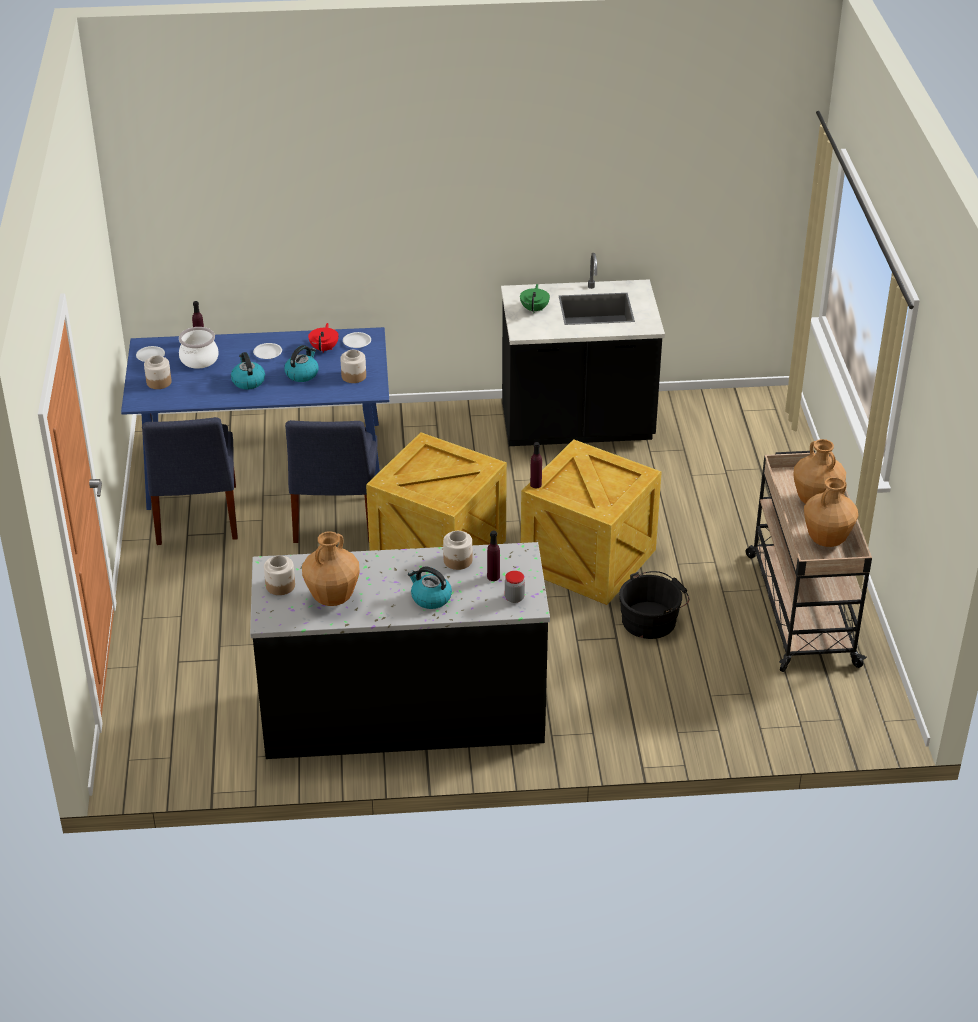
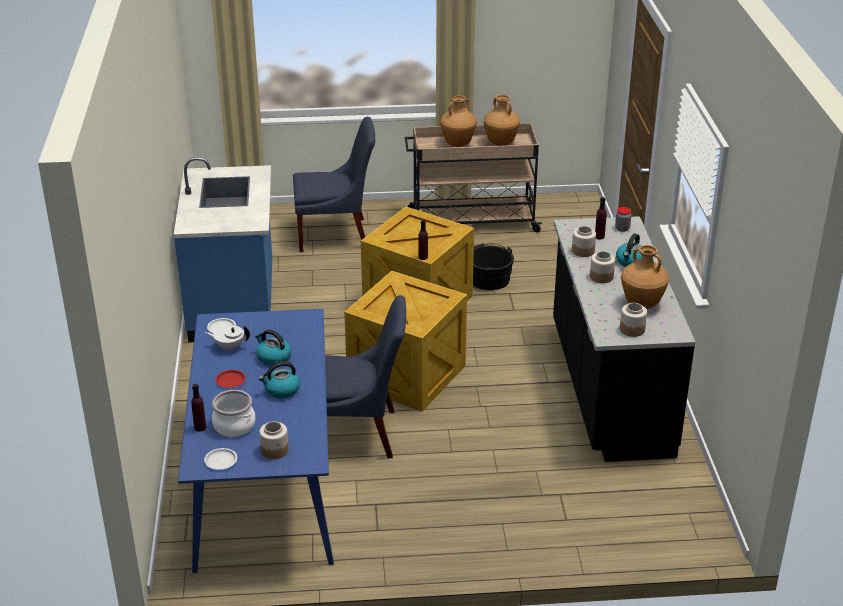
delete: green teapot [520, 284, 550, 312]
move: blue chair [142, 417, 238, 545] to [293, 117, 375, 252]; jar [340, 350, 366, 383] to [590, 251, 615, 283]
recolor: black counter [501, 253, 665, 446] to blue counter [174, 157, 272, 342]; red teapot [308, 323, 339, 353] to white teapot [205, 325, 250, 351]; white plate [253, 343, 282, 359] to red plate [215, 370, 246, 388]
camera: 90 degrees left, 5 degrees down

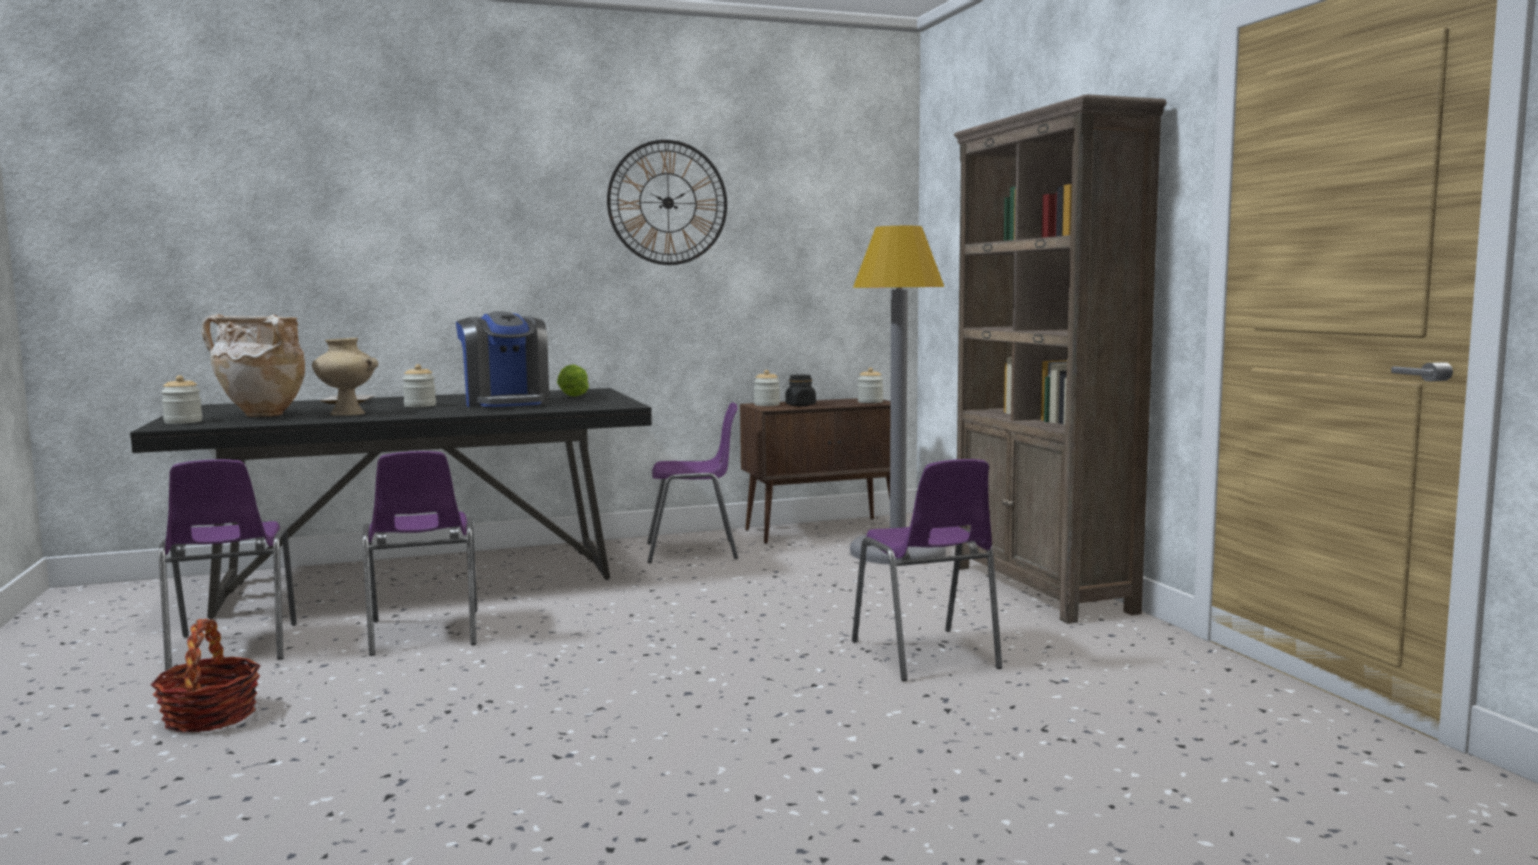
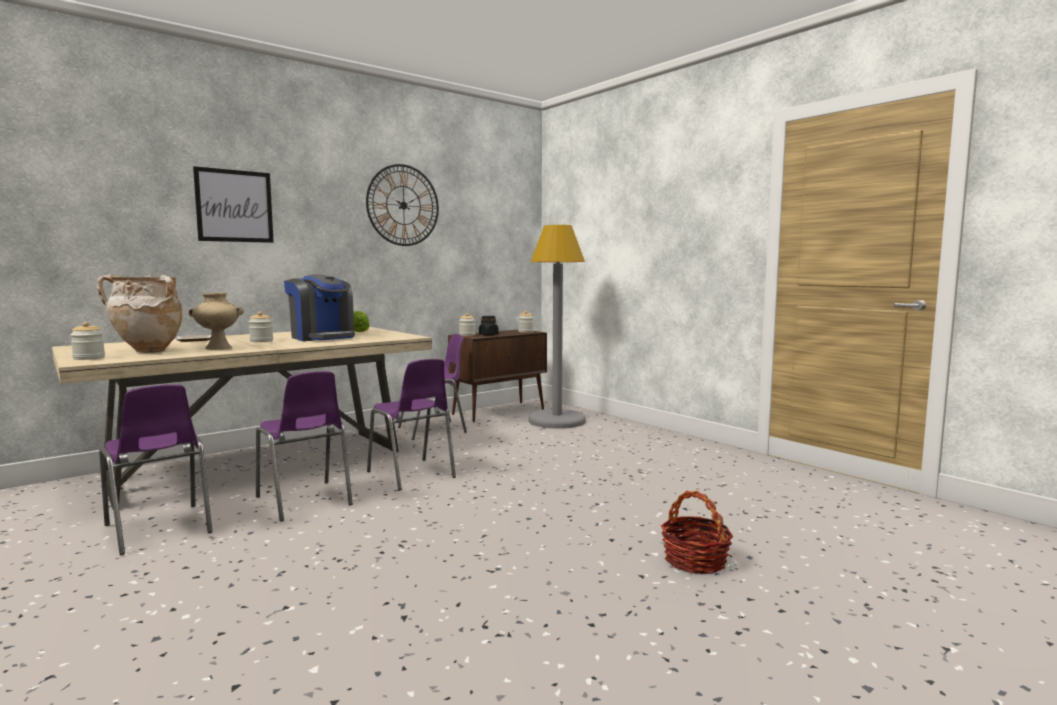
delete: brown bookcase [954, 94, 1167, 624]
insert: picture [193, 166, 274, 243]
move: purple chair [852, 459, 1002, 681] to [367, 359, 456, 491]; basket [150, 619, 261, 733] to [661, 491, 733, 574]
recolor: black dining table [130, 388, 652, 619] to beige dining table [52, 327, 432, 509]
camera: 20 degrees left, 0 degrees up

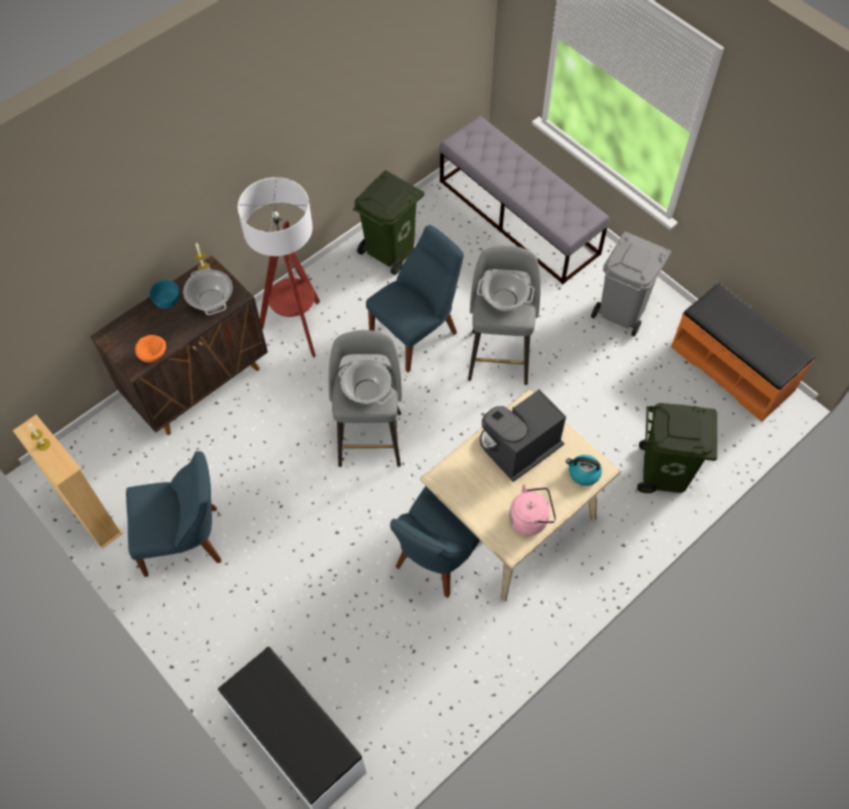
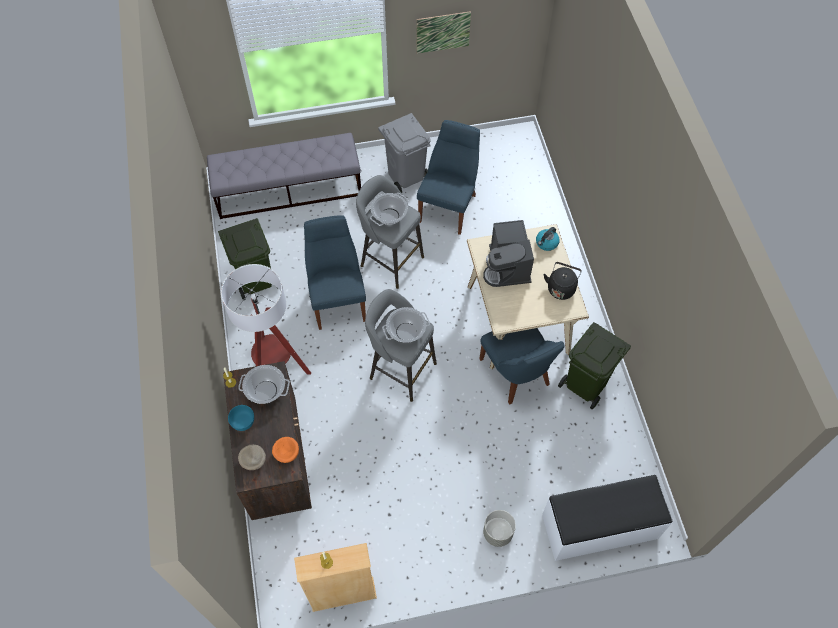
delete: orange bench [671, 282, 815, 422]
insert: beige bowl [238, 445, 266, 470]; picture [417, 11, 471, 54]; grey planter [483, 510, 516, 547]
move: blue chair [126, 451, 221, 577] to [417, 120, 480, 235]; green trash can [637, 403, 717, 493] to [558, 322, 631, 410]
recolor: pink kettle [509, 484, 556, 536] to black kettle [544, 262, 582, 300]
camera: 60 degrees left, 0 degrees up

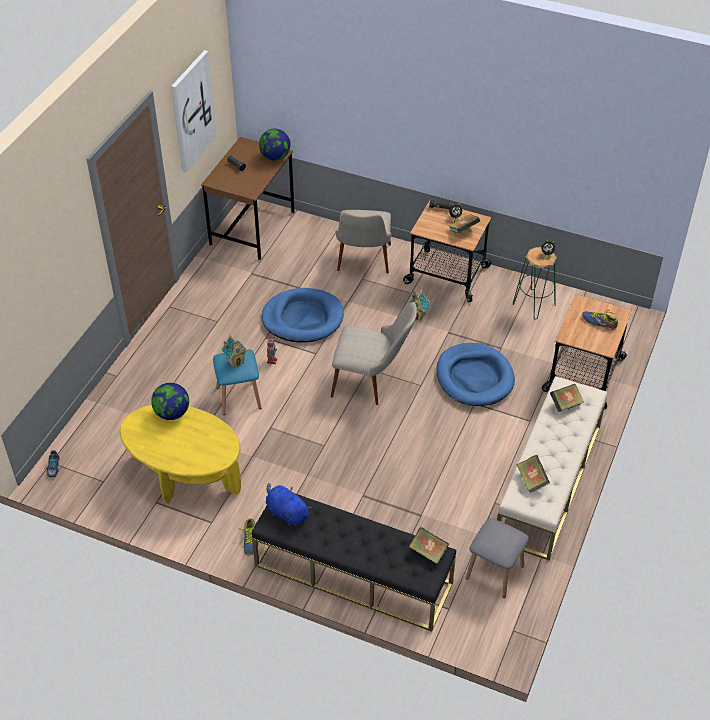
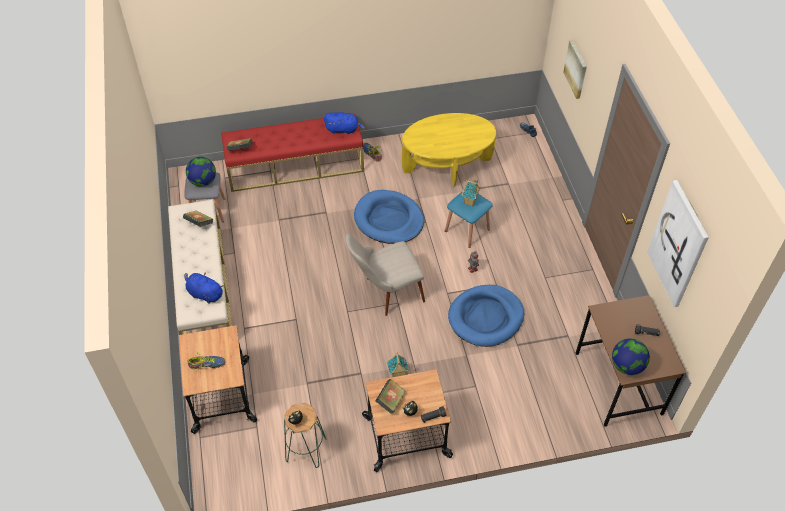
delete: beige chair [336, 210, 391, 274]
insert: picture [563, 40, 587, 99]
move: globe [151, 383, 189, 420] to [186, 157, 216, 186]; blue dog bed [436, 343, 515, 406] to [354, 190, 424, 244]
replace: book [550, 384, 584, 412] to blue plush toy [185, 272, 224, 304]
recolor: black bench [252, 493, 456, 632] to red bench [221, 113, 364, 192]
camera: 145 degrees right, 5 degrees up

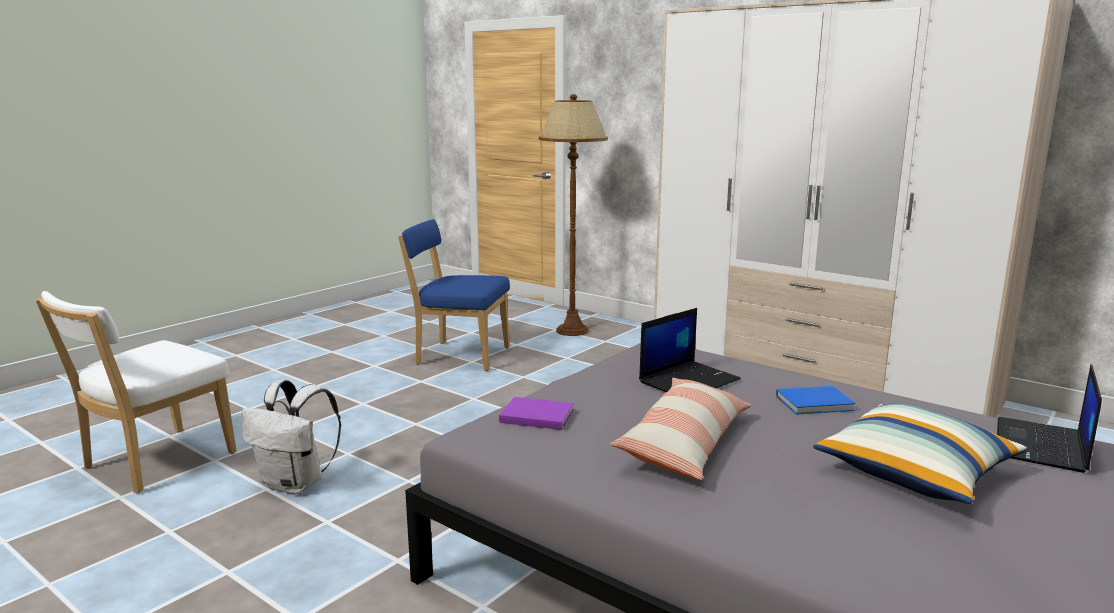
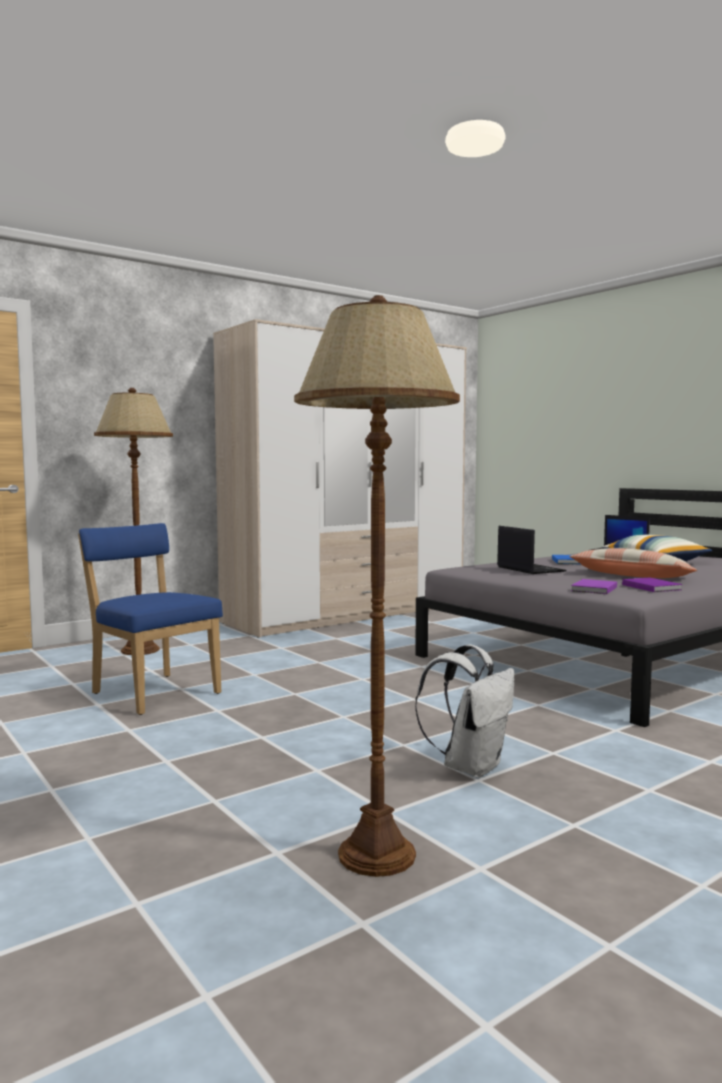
insert: purple book [622, 578, 682, 592]
replace: white chair [35, 291, 237, 493] to brown floor lamp [294, 295, 460, 877]
rotate: blue chair [398, 219, 510, 371] = [78, 523, 223, 715] 105 degrees clockwise
camera: 75 degrees left, 10 degrees down

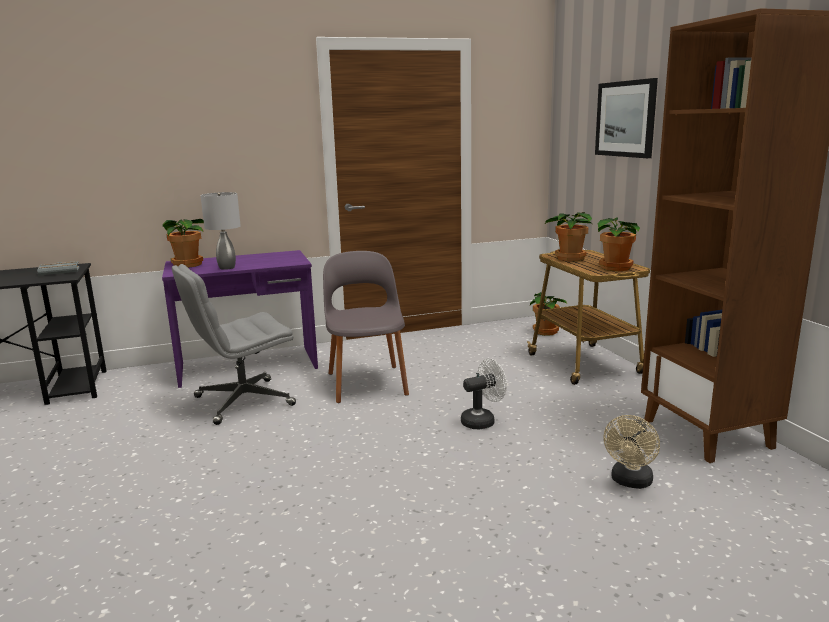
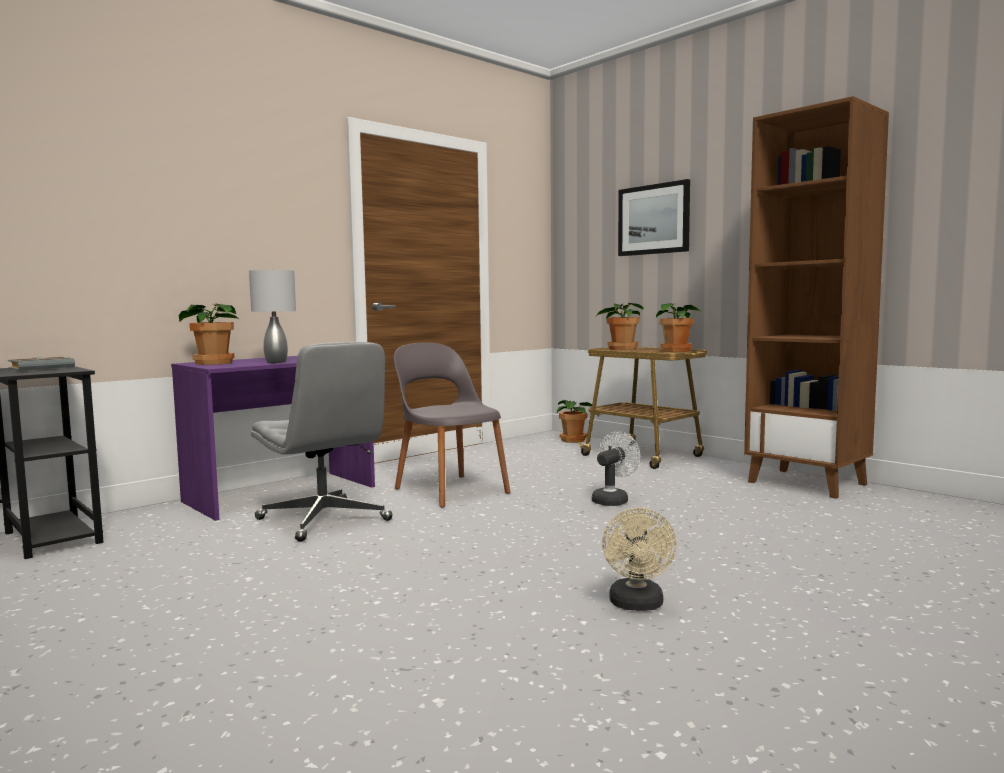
move: beige fan [603, 415, 660, 489] to [602, 508, 677, 611]
rotate: grey office chair [172, 264, 296, 425] = [251, 342, 393, 542] 75 degrees counterclockwise
camera: 25 degrees left, 10 degrees down

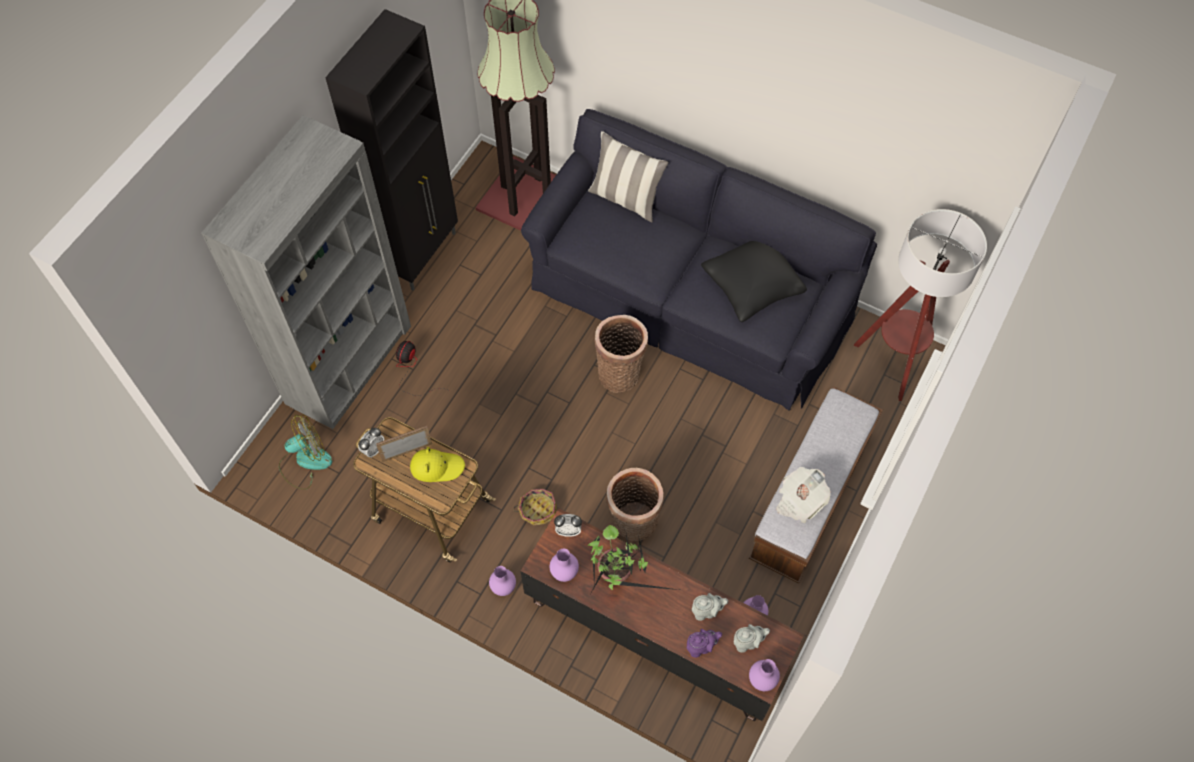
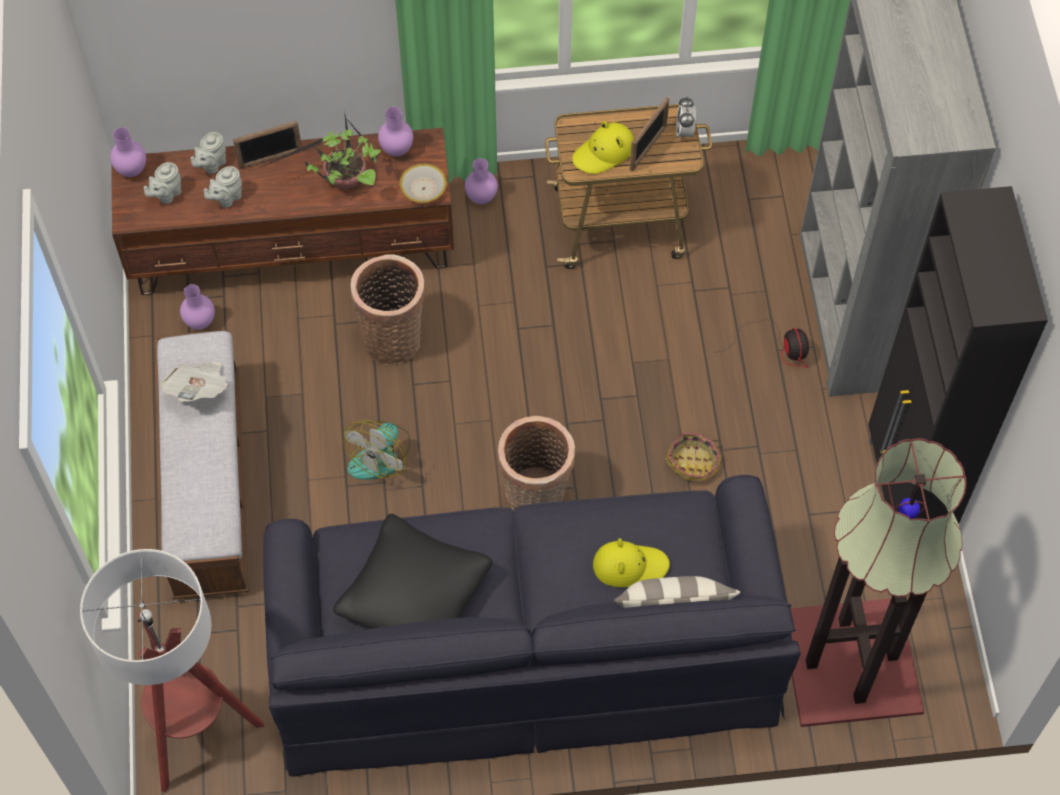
insert: picture frame [233, 121, 302, 169]; yellow hat [593, 538, 670, 587]
move: fan [279, 415, 332, 490] to [344, 420, 411, 480]; basket [513, 489, 557, 525] to [665, 433, 722, 482]
replace: alarm clock [554, 514, 582, 537] to bowl [399, 164, 447, 203]
recolor: purple teapot [687, 629, 722, 658] to grey teapot [190, 132, 226, 174]
camera: 145 degrees right, 0 degrees up

